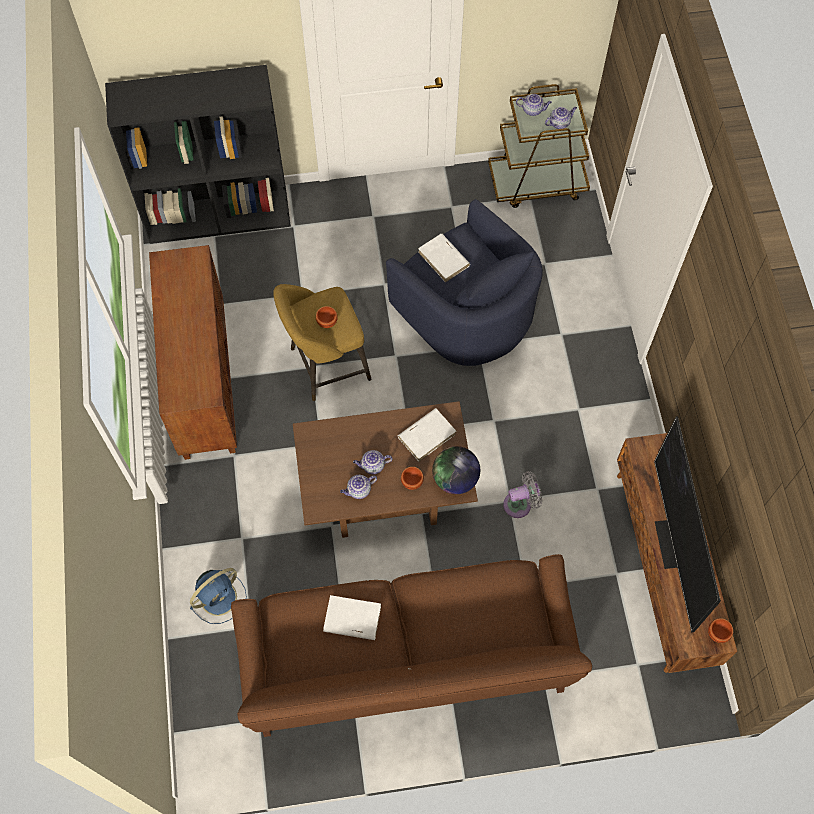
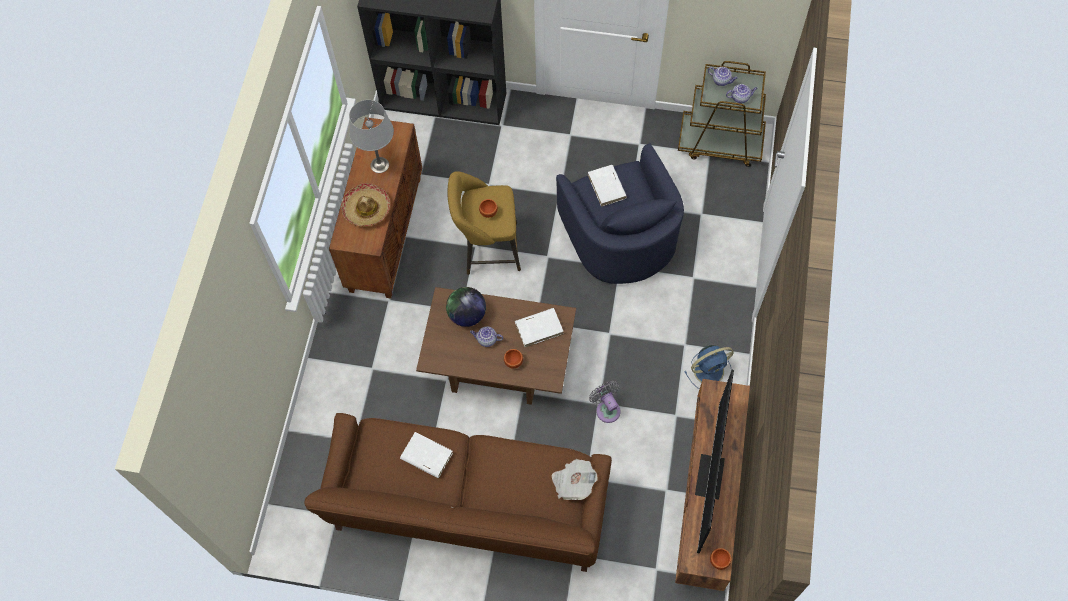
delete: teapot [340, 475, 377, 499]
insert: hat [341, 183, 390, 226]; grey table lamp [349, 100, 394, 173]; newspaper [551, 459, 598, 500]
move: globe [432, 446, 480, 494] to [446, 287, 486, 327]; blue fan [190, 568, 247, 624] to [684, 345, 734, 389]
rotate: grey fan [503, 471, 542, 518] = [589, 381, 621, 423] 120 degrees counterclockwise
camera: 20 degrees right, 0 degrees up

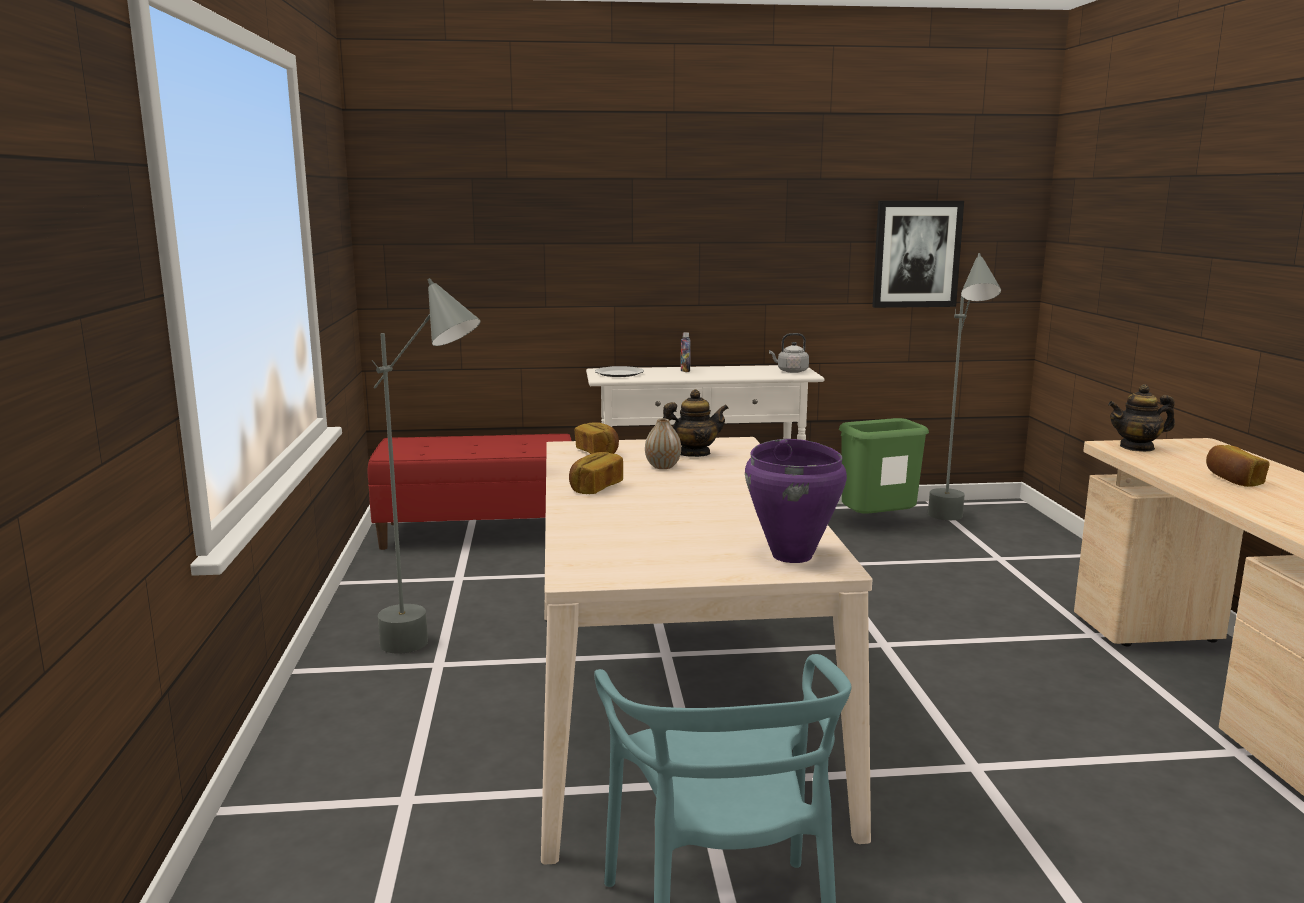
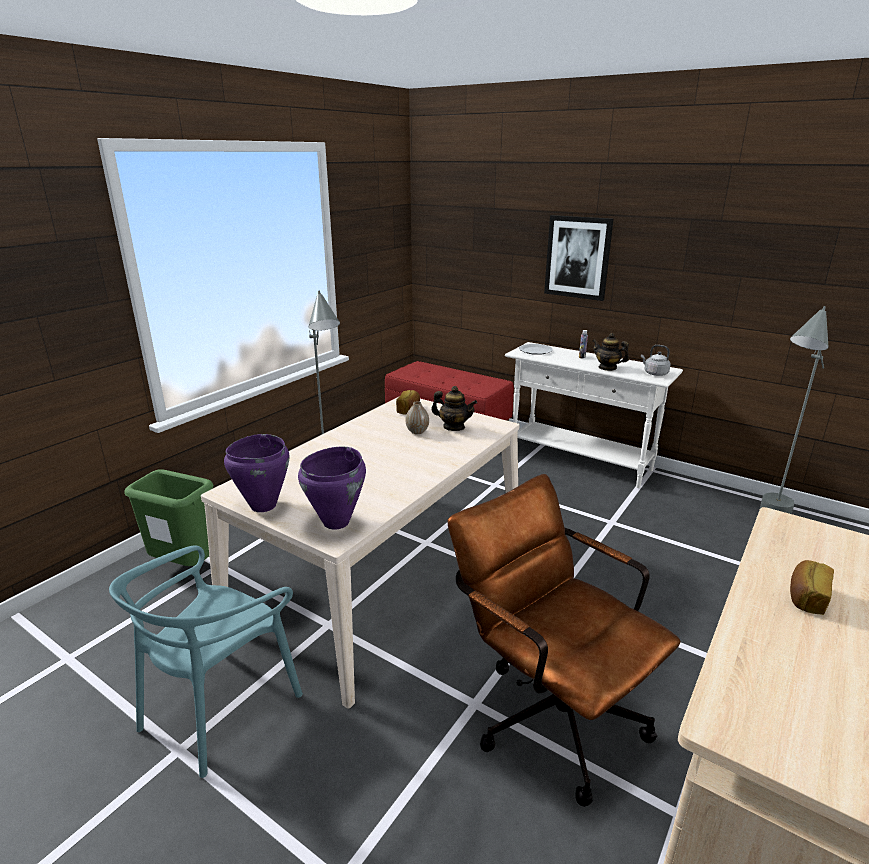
delete: bread [569, 452, 623, 494]
insert: purple cooking pot [224, 434, 289, 512]; brown office chair [448, 474, 681, 807]
move: green trash can [839, 418, 929, 514] to [124, 469, 213, 566]; picture [872, 201, 964, 308] to [544, 215, 614, 301]; teapot [1108, 384, 1175, 452] to [592, 333, 629, 371]
camera: 40 degrees right, 10 degrees up

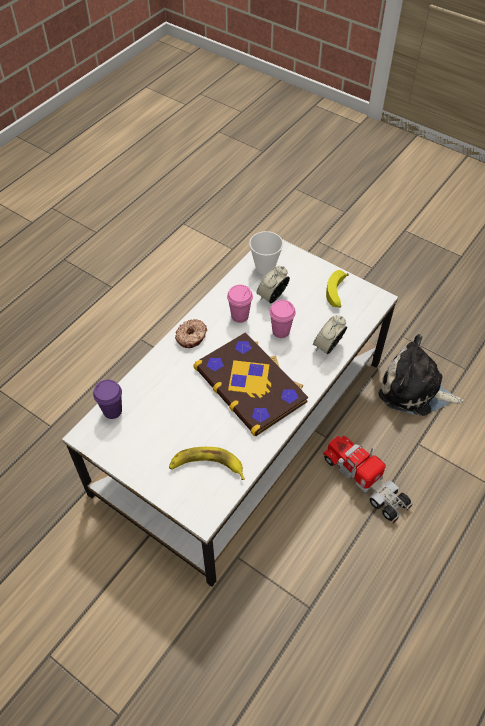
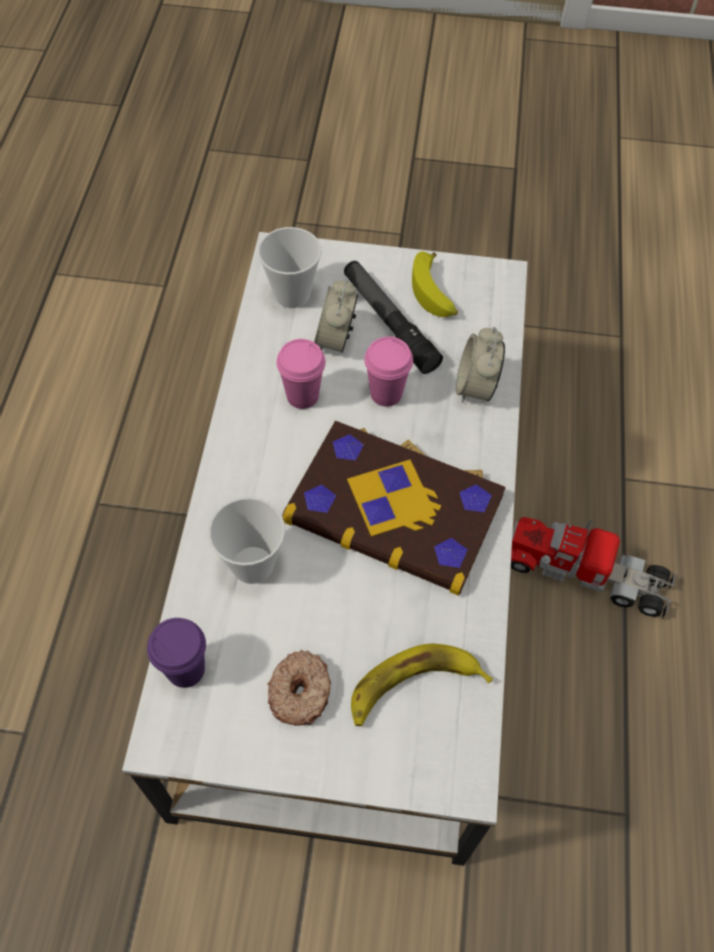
delete: plush toy [379, 334, 463, 416]
insert: cup [208, 497, 285, 584]; flashlight [344, 261, 443, 374]
move: donut [175, 319, 207, 348] to [268, 650, 331, 726]
camera: 30 degrees left, 5 degrees up

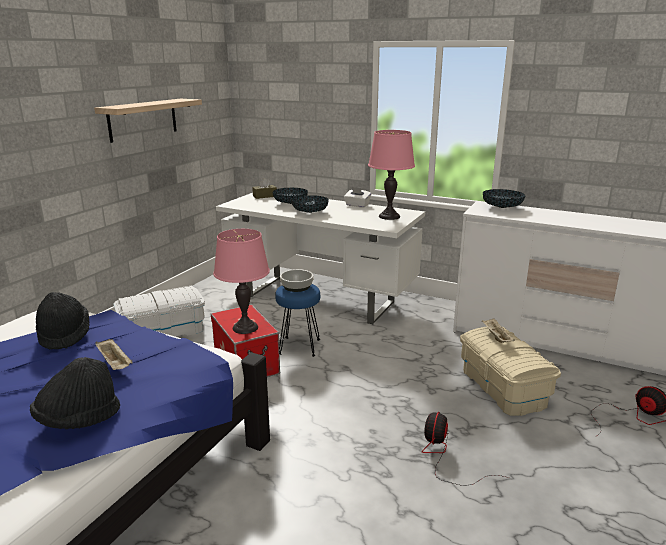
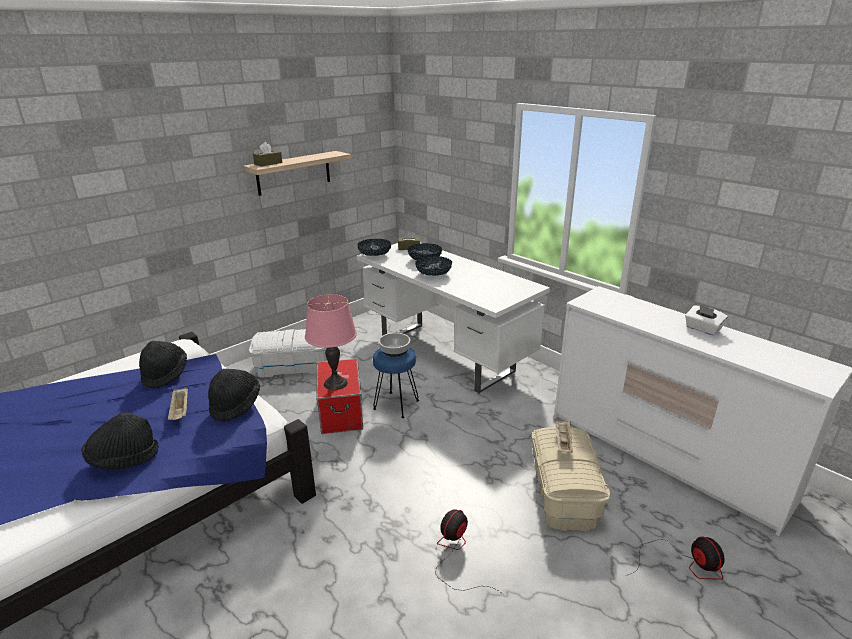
delete: pink table lamp [368, 130, 415, 220]
insert: black hat [208, 369, 260, 422]; brown tissue box [253, 142, 282, 167]
move: bowl [483, 189, 525, 208] to [357, 239, 391, 256]; white tissue box [344, 187, 371, 207] to [685, 305, 728, 336]
camera: 20 degrees right, 5 degrees up

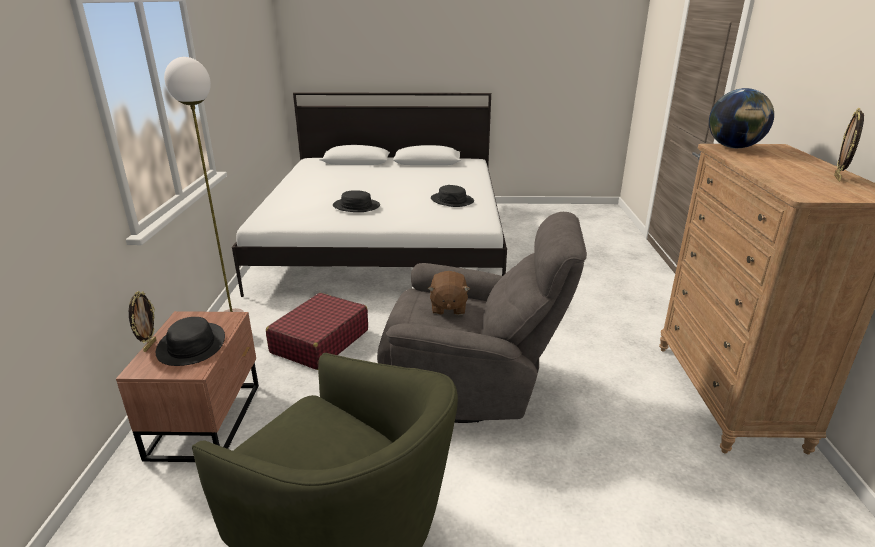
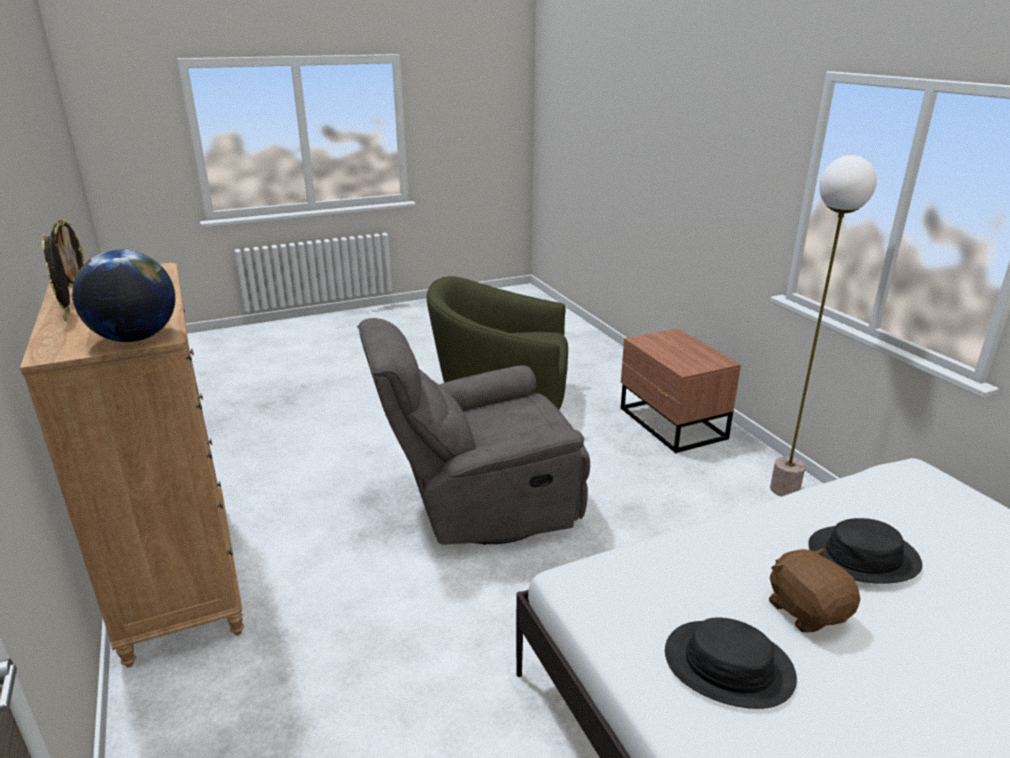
delete: black hat [156, 317, 225, 366]; red suitcase [266, 293, 368, 370]
move: picture frame [129, 291, 156, 352] to [42, 234, 70, 321]; brown plush toy [428, 271, 470, 315] to [769, 548, 860, 633]
camera: 155 degrees right, 0 degrees up

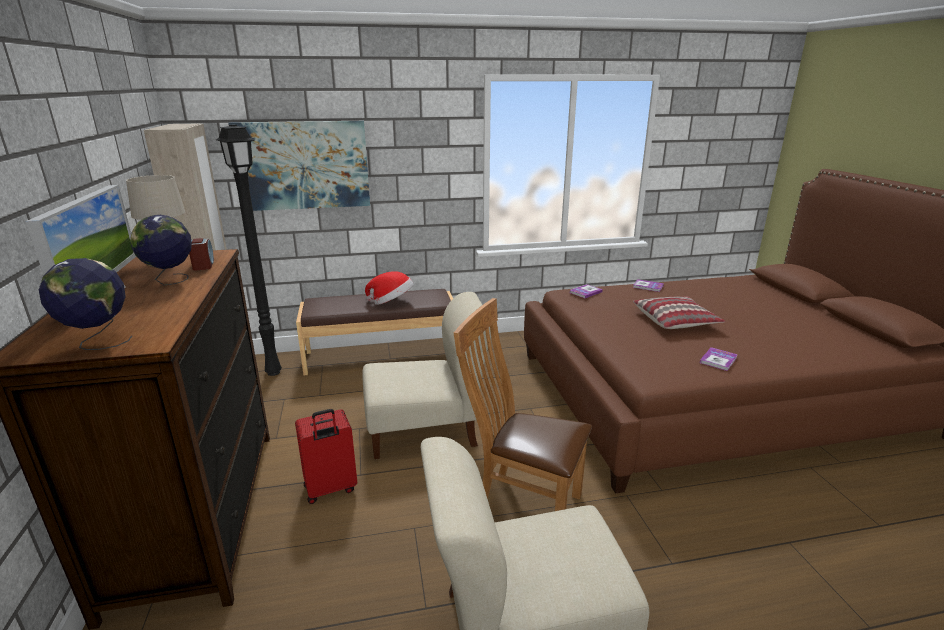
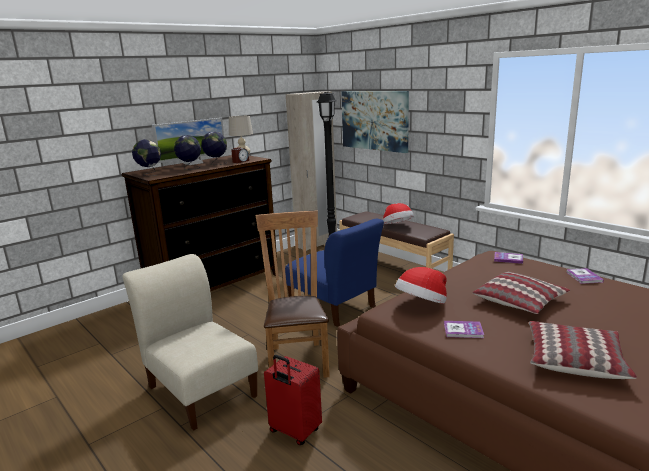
insert: globe [174, 135, 201, 170]; hat [395, 267, 447, 304]; pillow [529, 321, 637, 379]
move: red suitcase [295, 409, 357, 504] to [264, 355, 322, 445]
recolor: beige chair [362, 292, 491, 459] to blue chair [285, 219, 384, 327]
camera: 60 degrees right, 5 degrees down

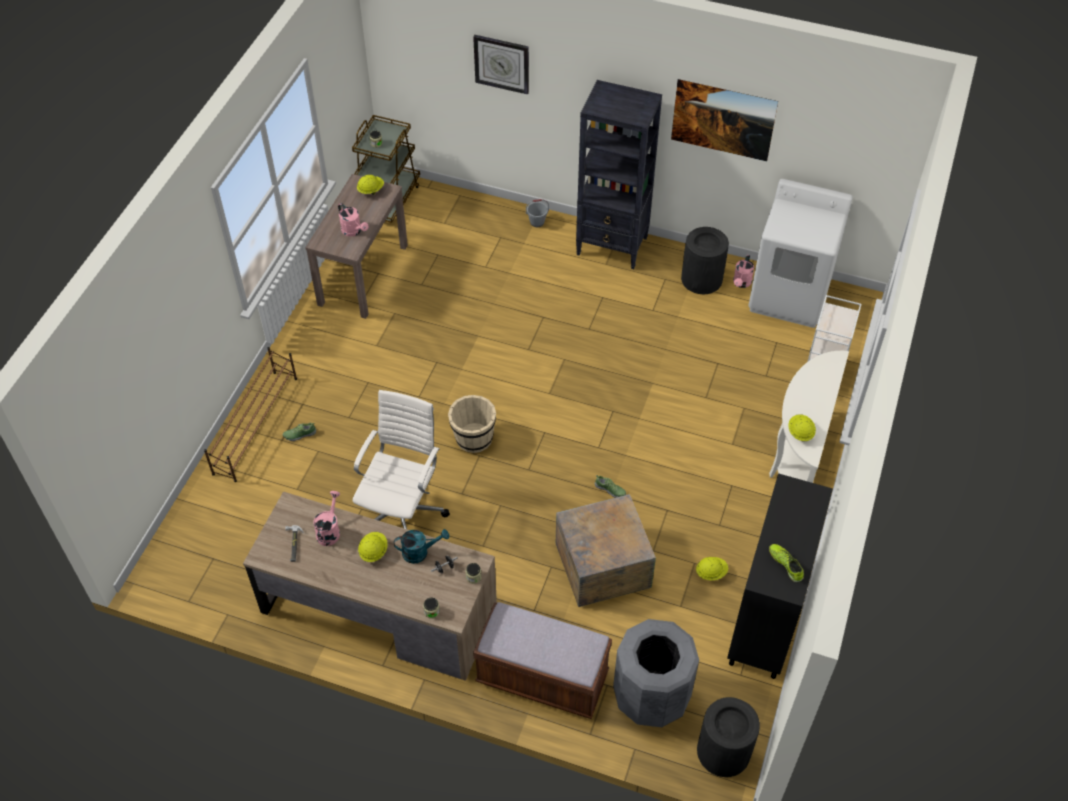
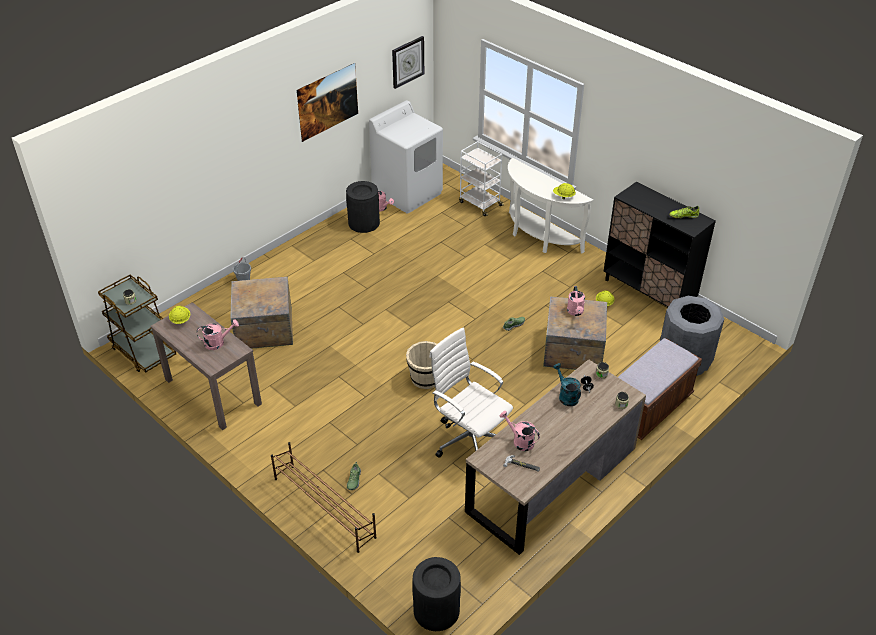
delete: yellow hard hat [358, 532, 388, 562]; black bookcase [576, 80, 662, 269]
insert: crate [230, 277, 293, 349]; pink watering can [567, 286, 585, 316]
move: wall clock [473, 35, 529, 95] to [392, 36, 424, 89]; black trash can [697, 697, 760, 777] to [412, 557, 461, 631]
rotate: turquoise watering can [394, 529, 449, 564] = [553, 363, 581, 406] 45 degrees counterclockwise
camera: 65 degrees left, 10 degrees down

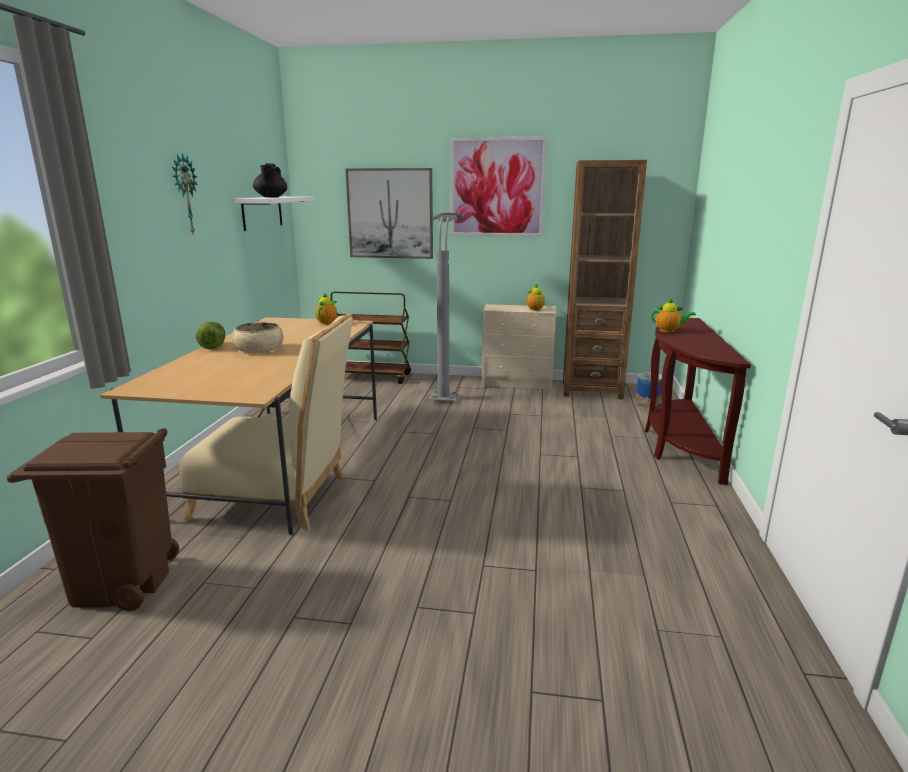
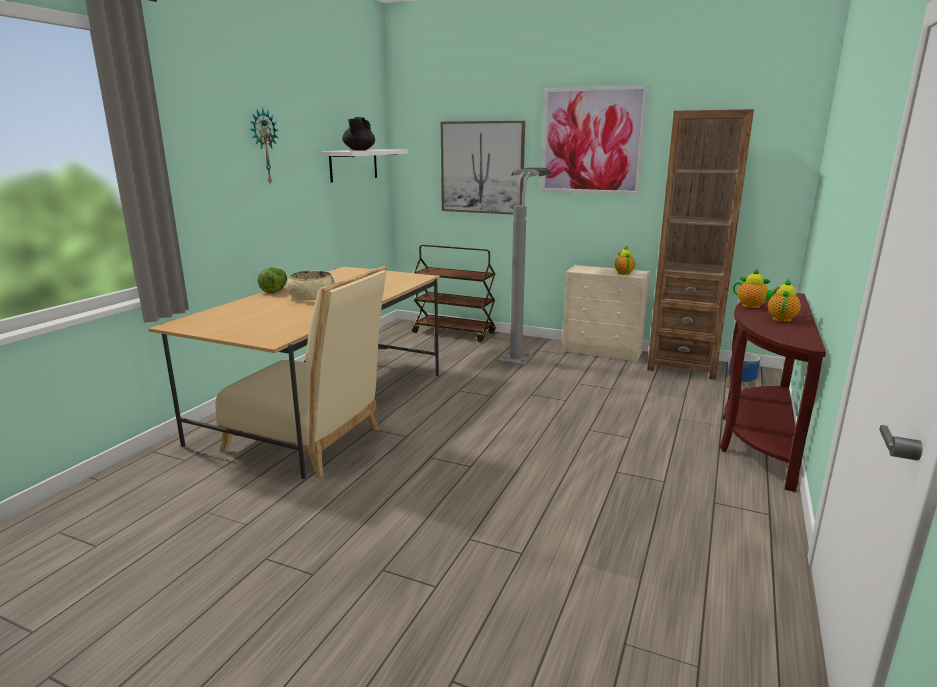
delete: brown trash can [7, 428, 179, 611]
move: teapot [315, 293, 337, 324] to [768, 279, 801, 322]
camera: 15 degrees right, 0 degrees up

